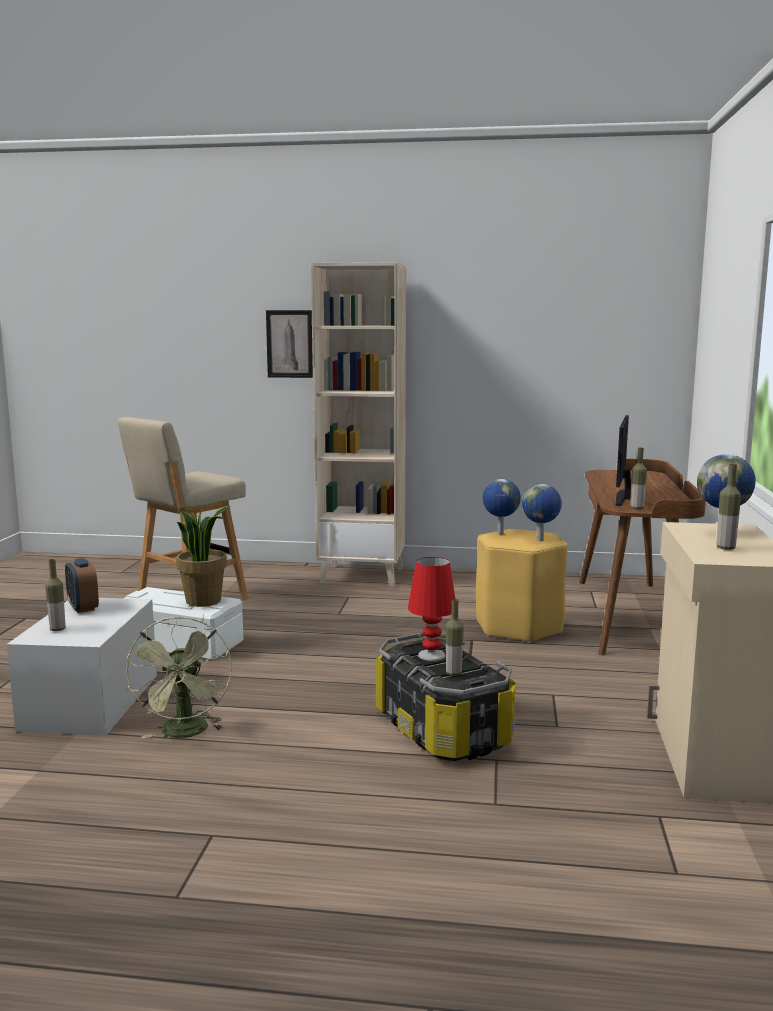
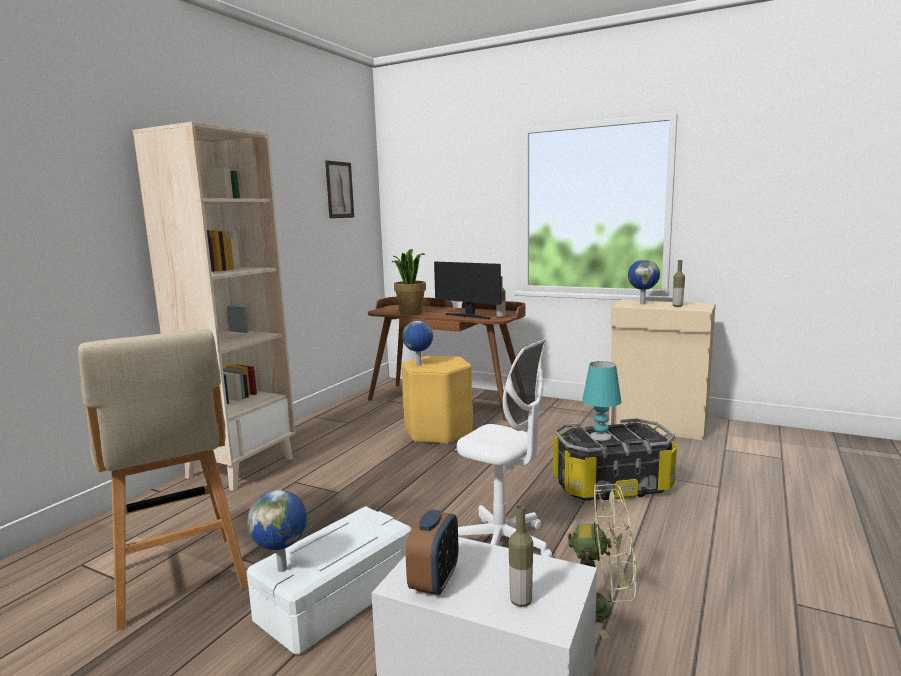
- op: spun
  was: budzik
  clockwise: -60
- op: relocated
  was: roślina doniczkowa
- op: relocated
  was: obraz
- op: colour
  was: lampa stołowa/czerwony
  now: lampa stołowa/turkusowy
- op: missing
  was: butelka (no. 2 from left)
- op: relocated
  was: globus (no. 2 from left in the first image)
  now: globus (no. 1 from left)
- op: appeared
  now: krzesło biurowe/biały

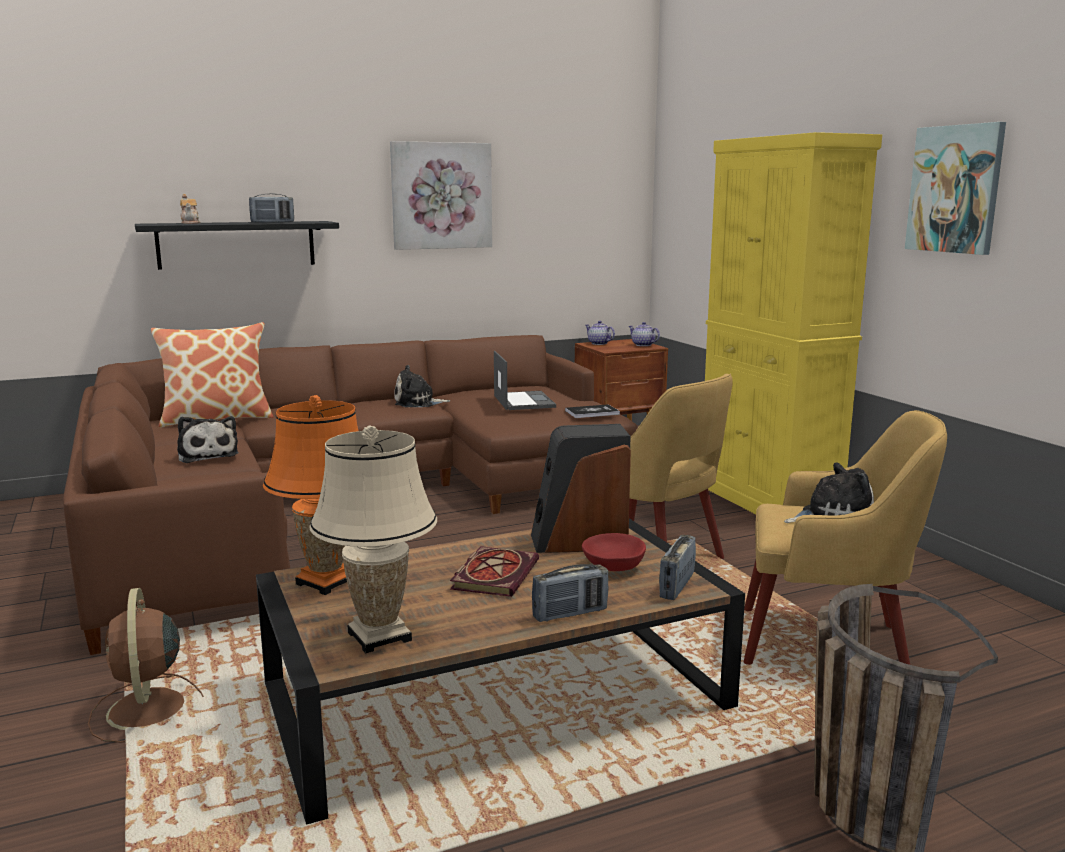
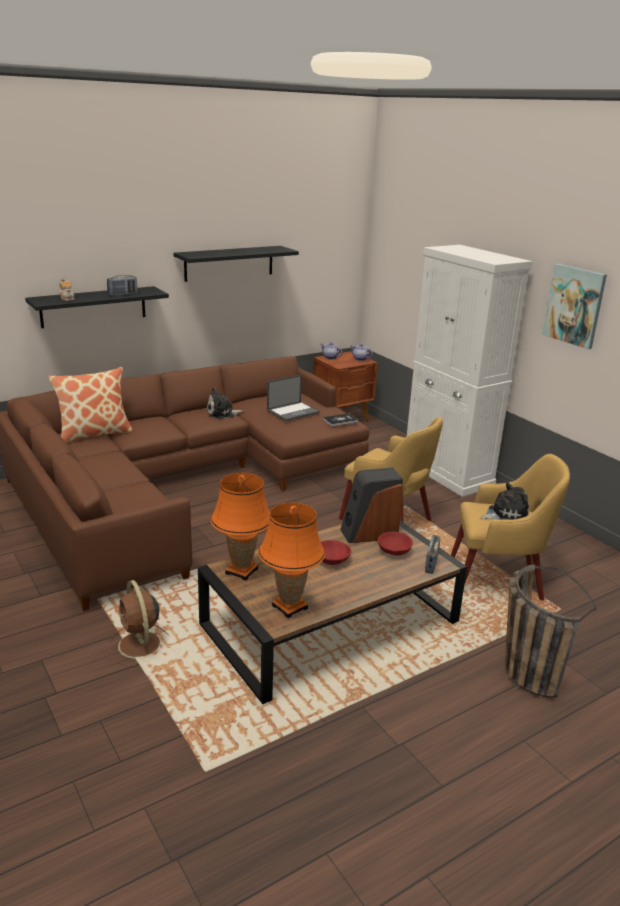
- op: missing
  was: pluszak (no. 1 from left)
- op: colour
  was: lampa stołowa/beżowy
  now: lampa stołowa/pomarańczowy (no. 2 from left)
- op: exchanged
  was: obraz (no. 1 from left)
  now: półka/czarny (no. 2 from left)
- op: exchanged
  was: książka (no. 1 from left)
  now: miska/czerwony (no. 1 from left)
- op: spun
  was: laptop
  clockwise: 75
- op: missing
  was: radio (no. 2 from left)
- op: colour
  was: szafka/żółty
  now: szafka/biały

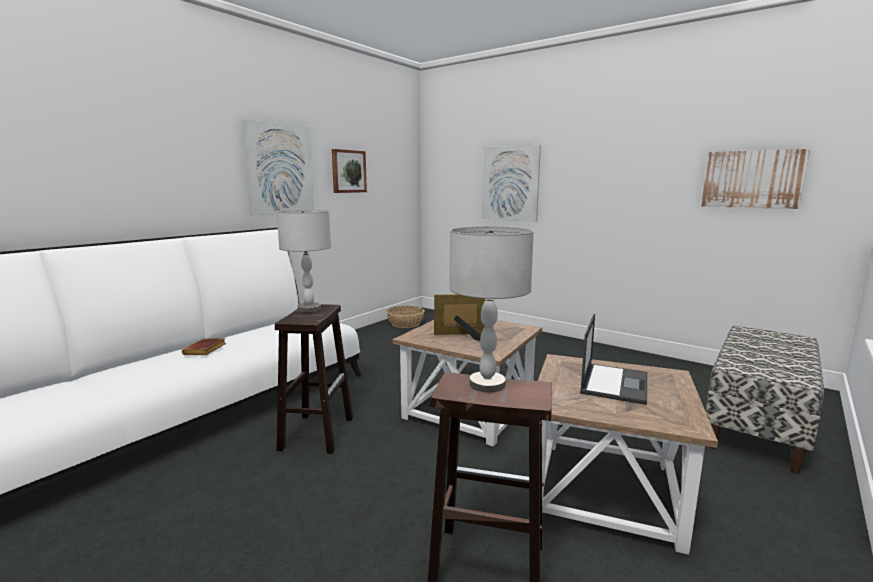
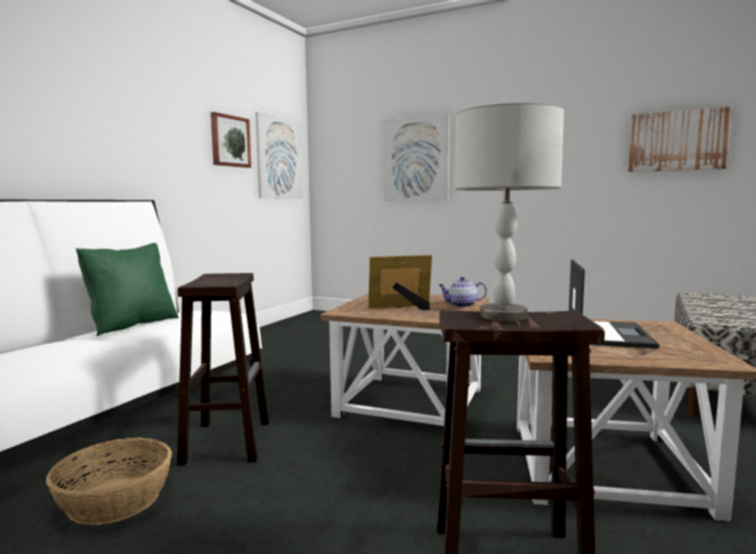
- op: missing
  was: książka/brązowy
- op: relocated
  was: obraz (no. 1 from left in the first image)
  now: obraz (no. 2 from left)
- op: missing
  was: lampa stołowa/szary (no. 1 from left)
- op: relocated
  was: koszyk
- op: appeared
  now: poduszka/zielony
- op: appeared
  now: imbryk

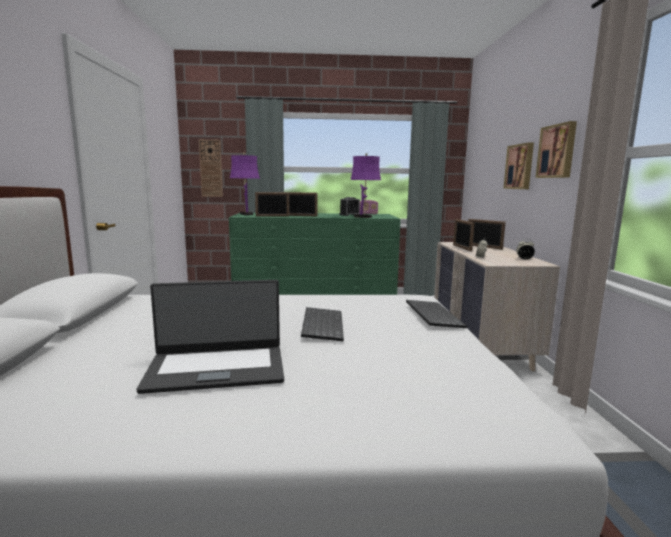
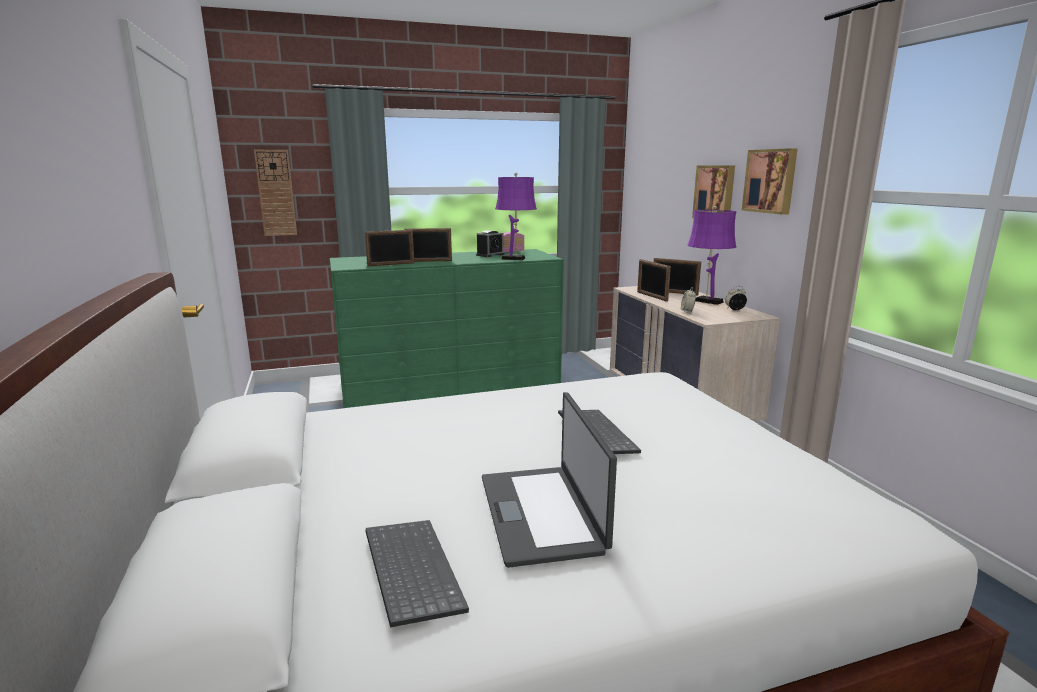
- op: spun
  was: laptop
  clockwise: 105
- op: relocated
  was: lampa stołowa/fioletowy (no. 1 from left in the first image)
  now: lampa stołowa/fioletowy (no. 2 from left)
- op: relocated
  was: klawiatura (no. 2 from left in the first image)
  now: klawiatura (no. 1 from left)

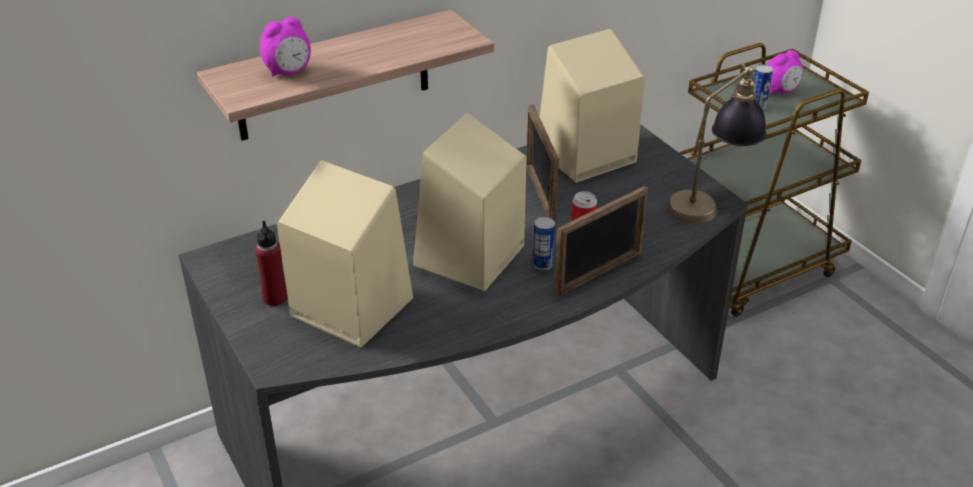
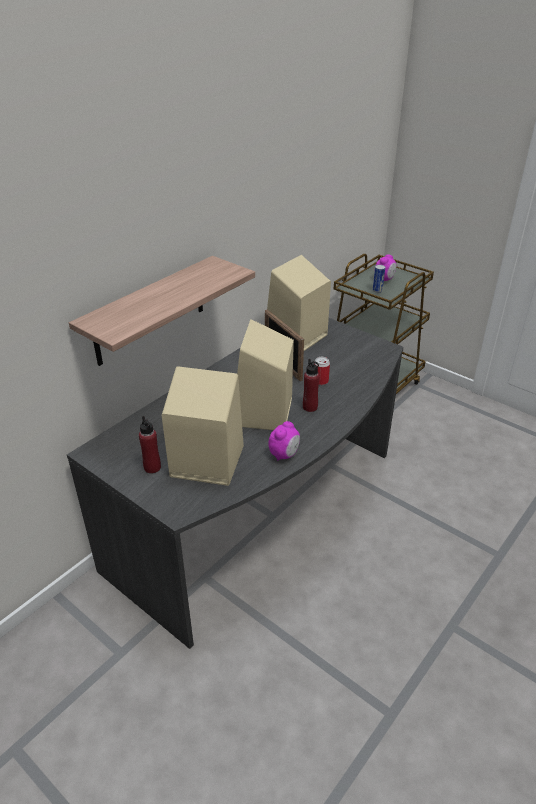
- op: relocated
  was: budzik (no. 1 from left)
- op: exchanged
  was: puszka (no. 1 from left)
  now: butelka/czerwony (no. 2 from left)
- op: missing
  was: ramka na zdjęcie (no. 2 from left)
- op: missing
  was: lampa stołowa

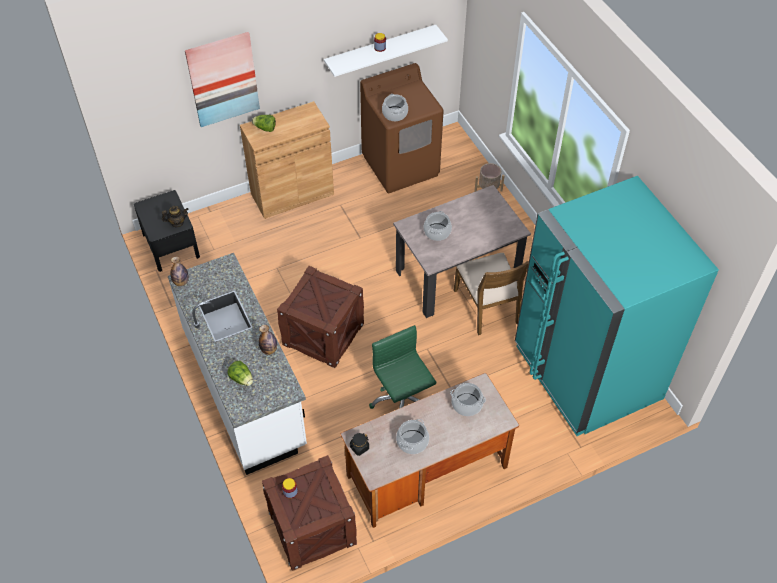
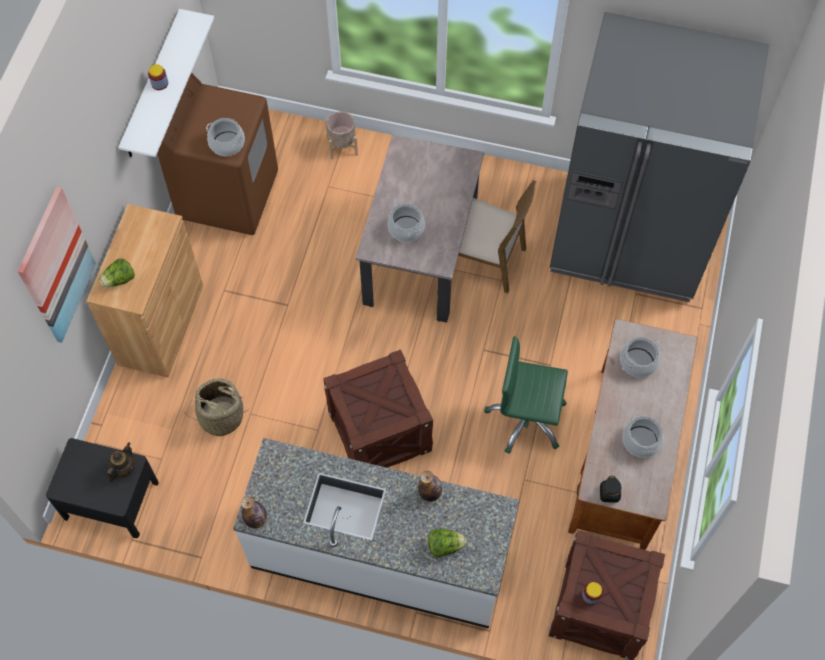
- op: colour
  was: lodówka/turkusowy
  now: lodówka/szary
- op: appeared
  now: koszyk

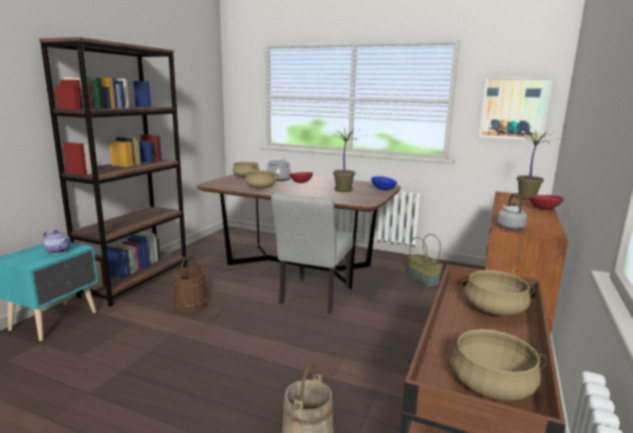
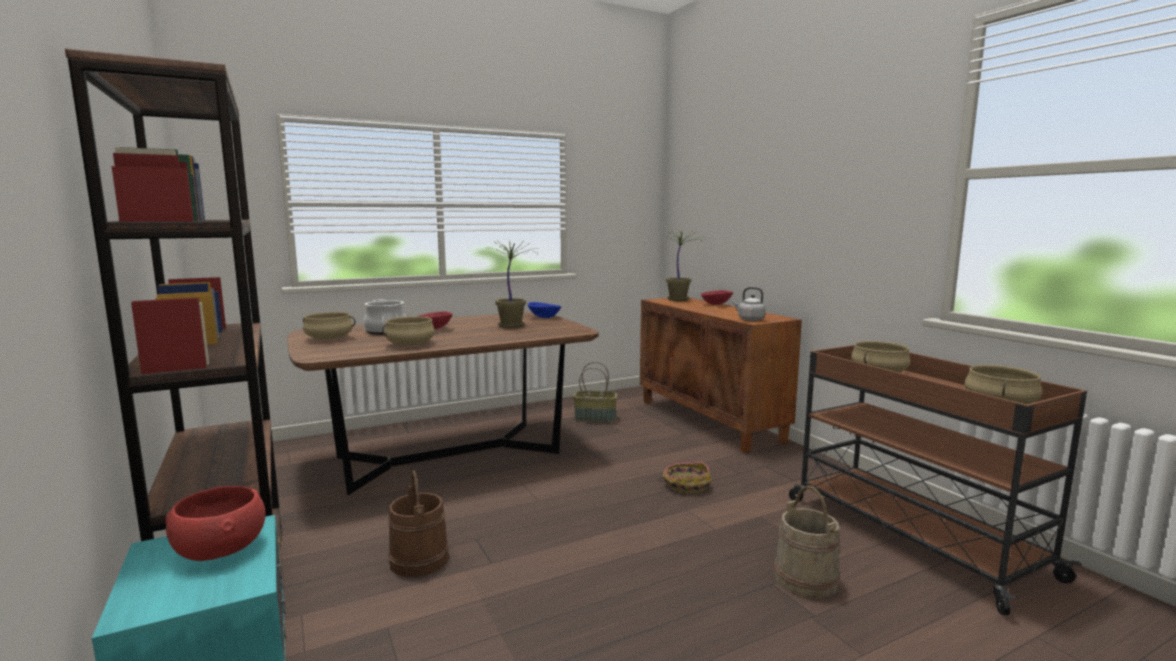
- op: exchanged
  was: imbryk
  now: miska/czerwony (no. 1 from left)
- op: missing
  was: krzesło/szary
- op: missing
  was: obraz
- op: appeared
  now: koszyk (no. 2 from left)

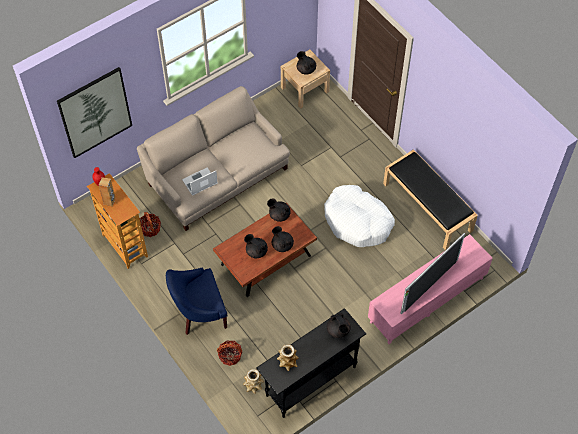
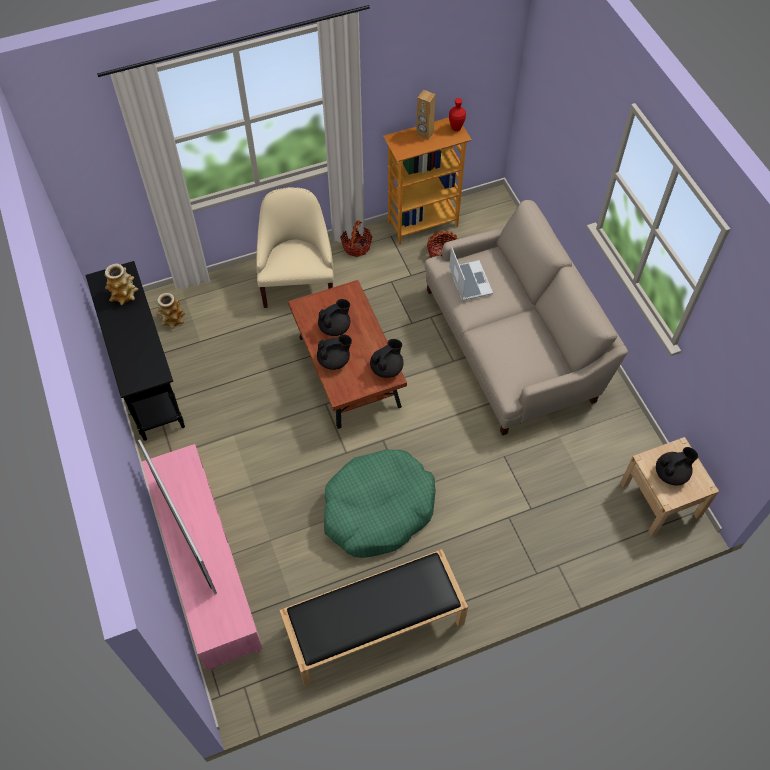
- op: missing
  was: obraz
- op: colour
  was: fotel/niebieski
  now: fotel/beżowy
- op: relocated
  was: koszyk (no. 2 from left in the first image)
  now: koszyk (no. 1 from left)
- op: colour
  was: legowisko/biały
  now: legowisko/zielony
- op: missing
  was: imbryk/czarny (no. 5 from left)

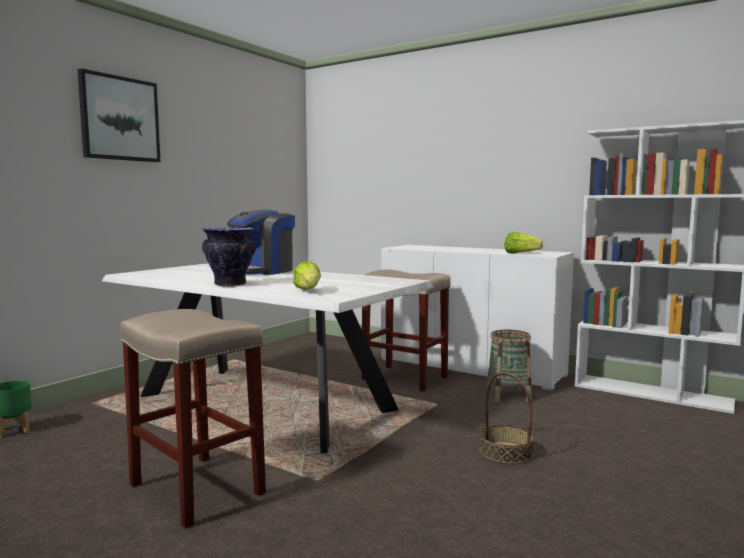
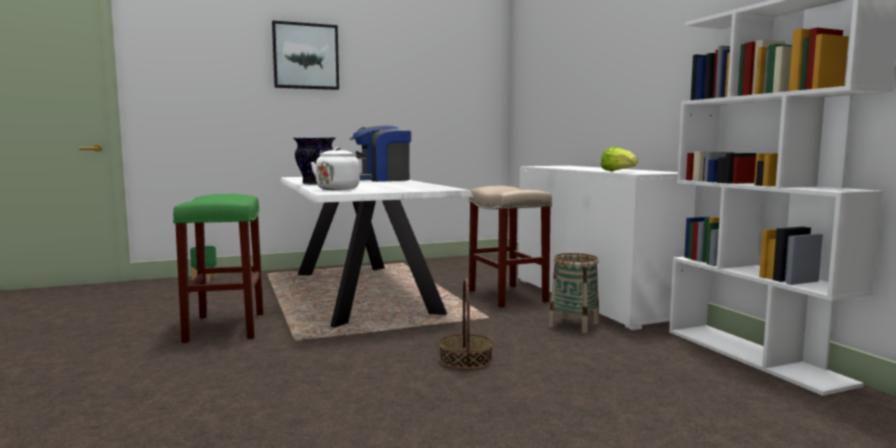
- op: colour
  was: stołek/beżowy (no. 1 from left)
  now: stołek/zielony
- op: exchanged
  was: sałata (no. 1 from left)
  now: czajnik/biały

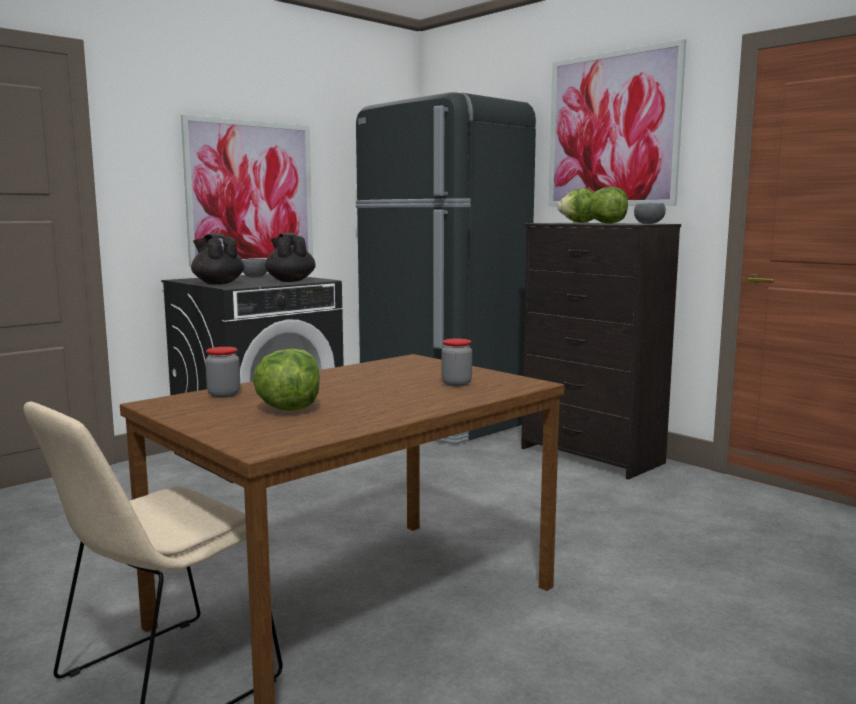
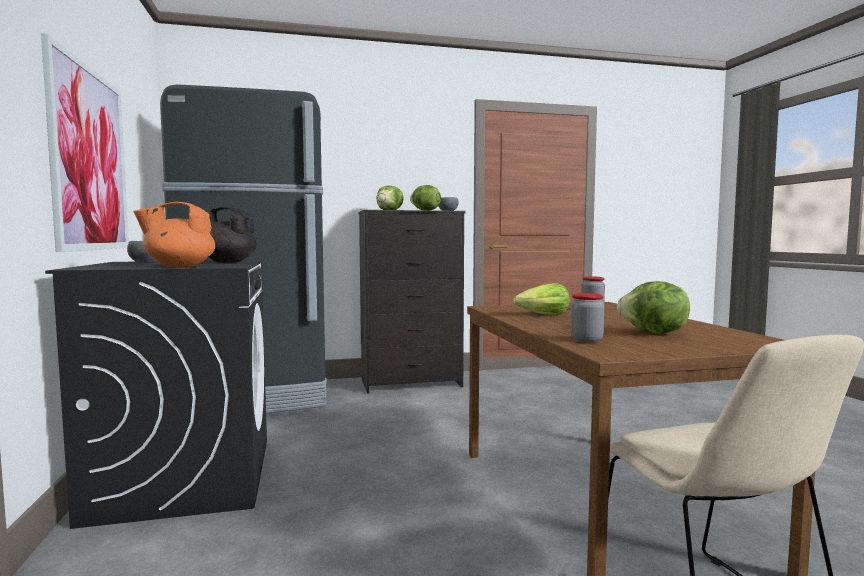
- op: colour
  was: imbryk/czarny (no. 1 from left)
  now: imbryk/pomarańczowy
- op: missing
  was: obraz (no. 2 from left)
- op: appeared
  now: sałata (no. 3 from left)

